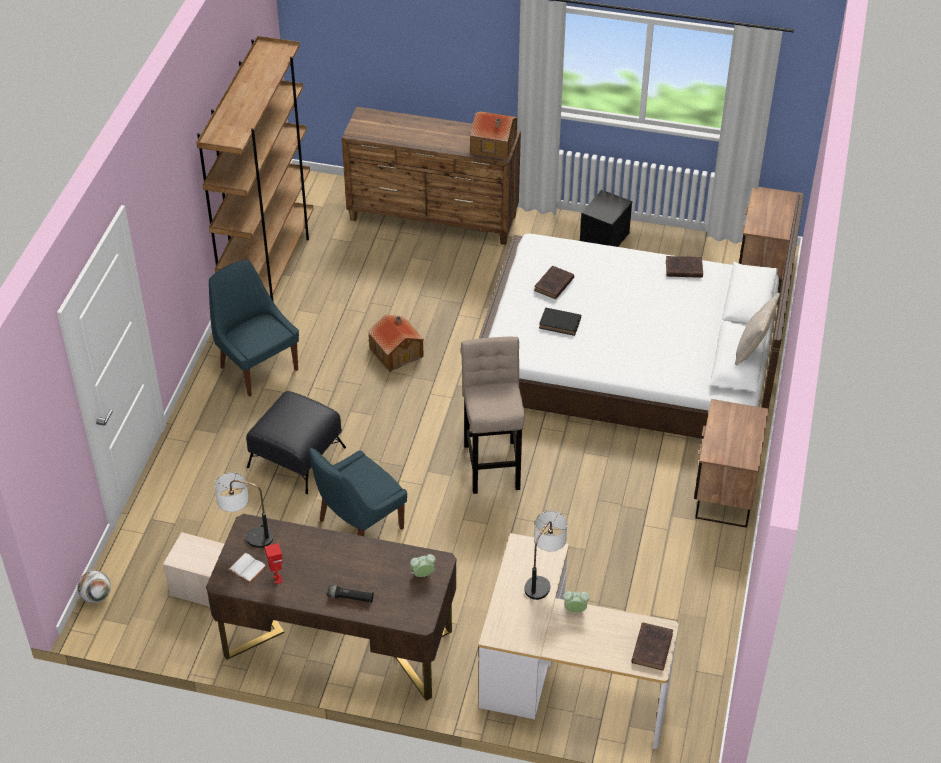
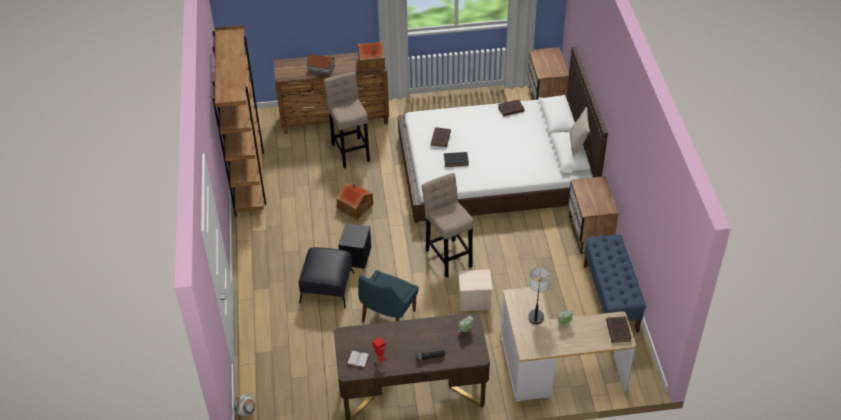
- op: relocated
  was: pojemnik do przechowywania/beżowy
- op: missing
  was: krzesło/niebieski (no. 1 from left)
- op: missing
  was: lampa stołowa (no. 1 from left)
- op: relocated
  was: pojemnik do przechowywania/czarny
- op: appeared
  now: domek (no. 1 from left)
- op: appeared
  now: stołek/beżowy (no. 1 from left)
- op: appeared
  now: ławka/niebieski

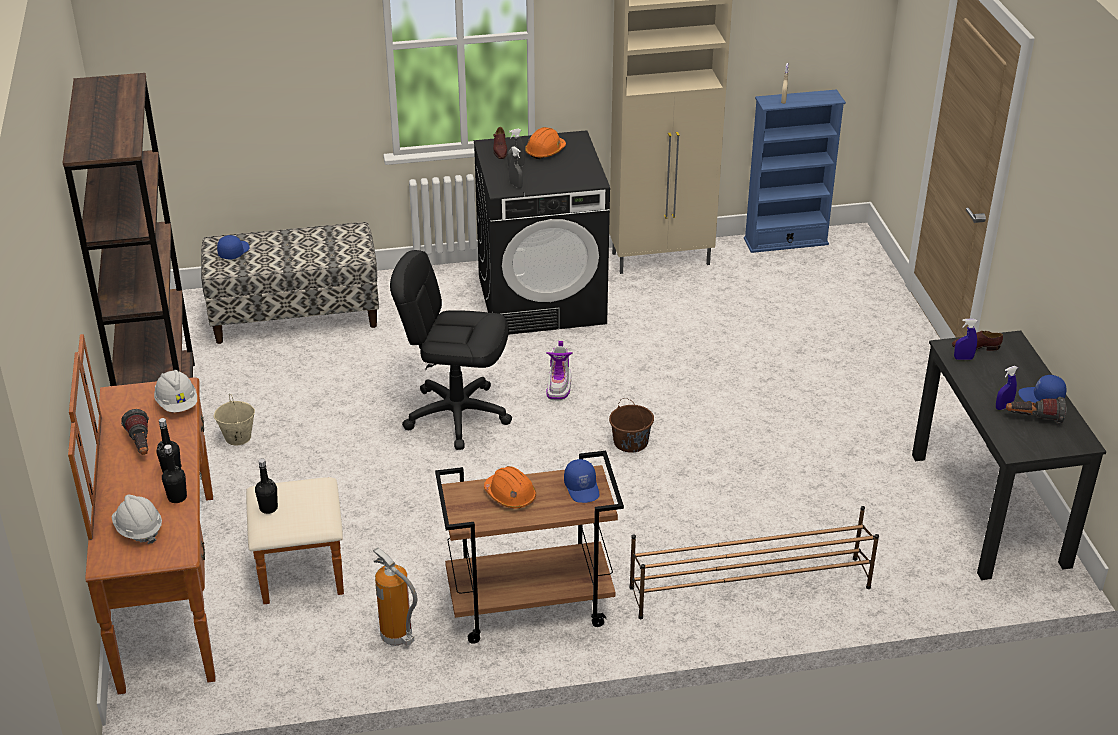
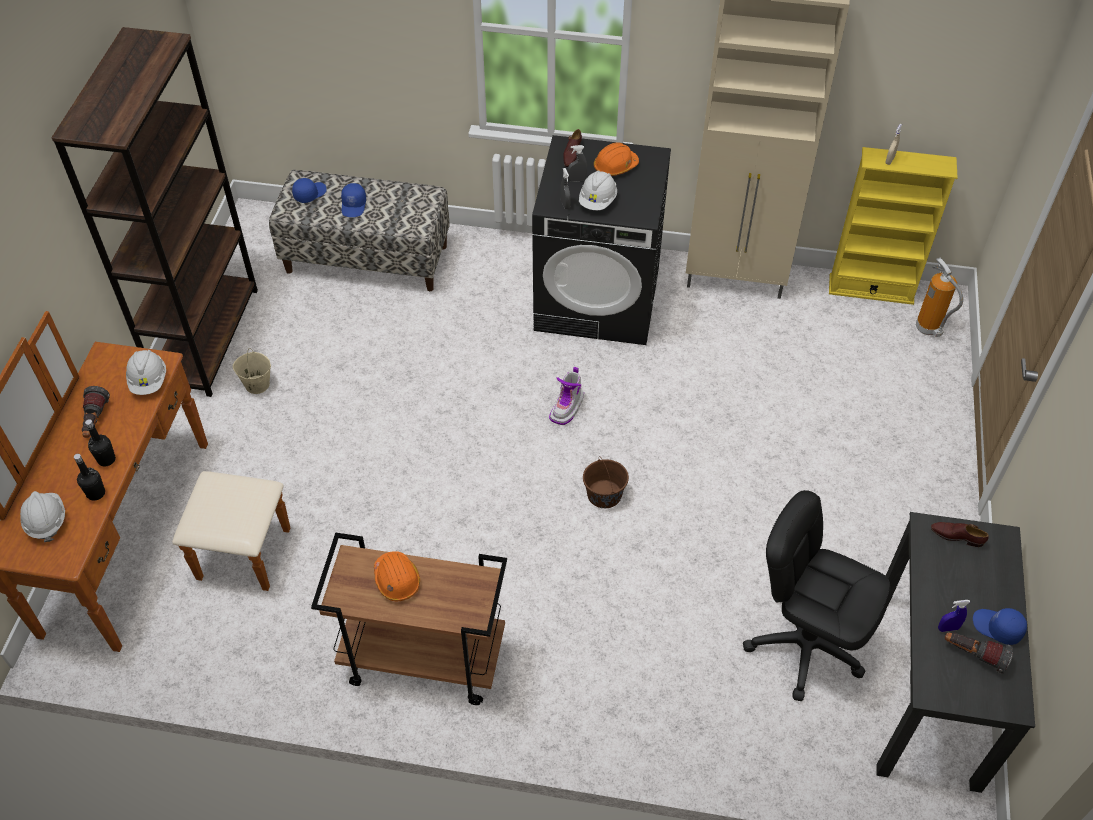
- op: missing
  was: butelka/czarny (no. 3 from left)
- op: relocated
  was: gaśnica
- op: relocated
  was: krzesło biurowe/czarny
- op: relocated
  was: czapka z daszkiem/niebieski (no. 2 from left)
- op: missing
  was: regał na buty/brązowy
- op: colour
  was: regał/niebieski
  now: regał/żółty
- op: missing
  was: spryskiwacz/niebieski (no. 1 from left)
- op: appeared
  now: kask/biały (no. 3 from left)

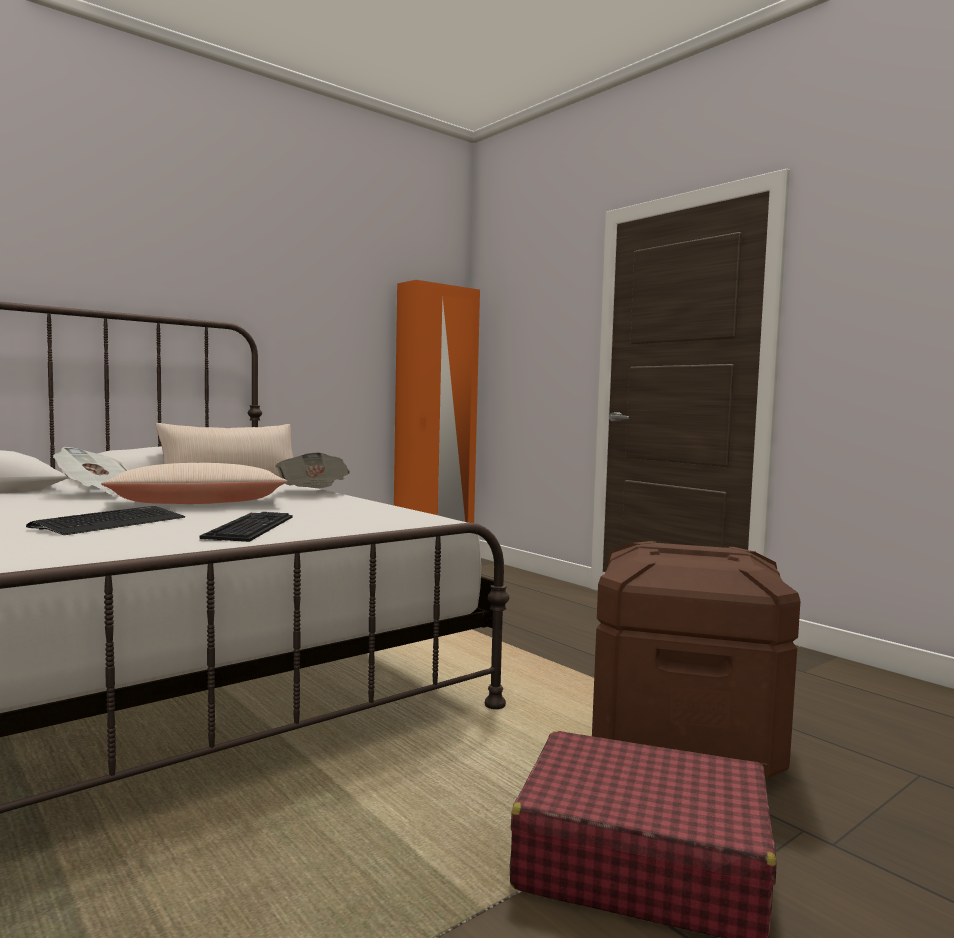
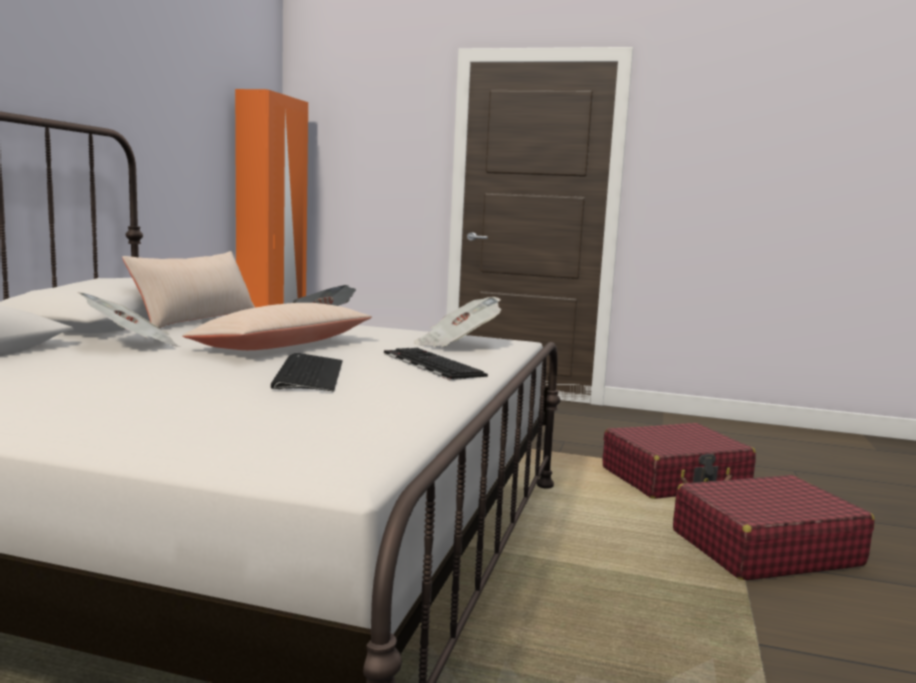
- op: exchanged
  was: pojemnik do przechowywania/brązowy
  now: walizka/czerwony (no. 1 from left)
- op: appeared
  now: gazeta (no. 3 from left)

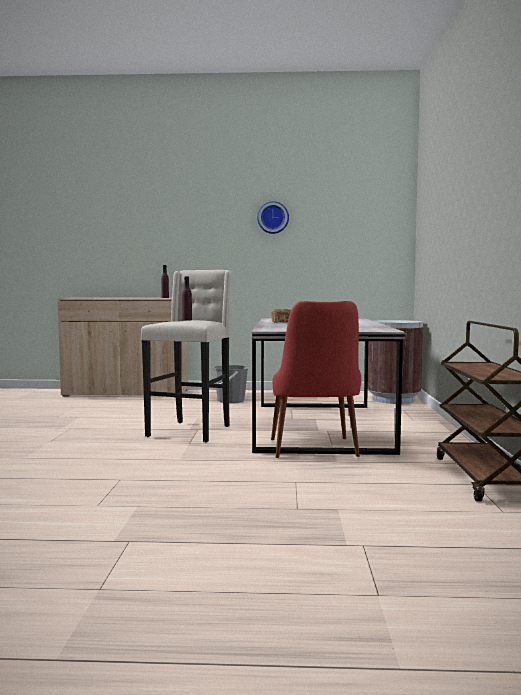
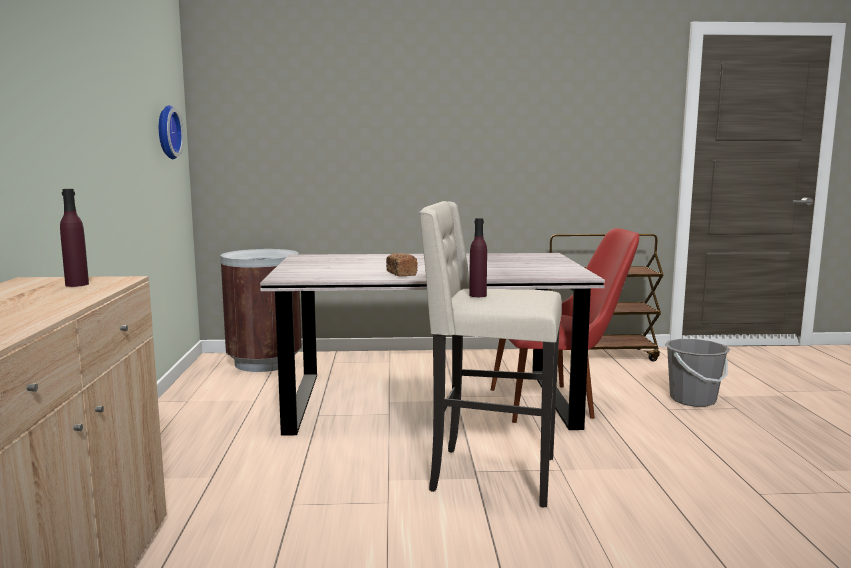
- op: relocated
  was: wiadro/szary
- op: relocated
  was: zegar ścienny

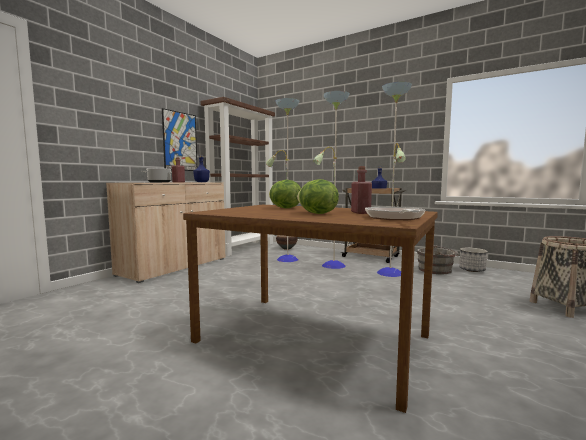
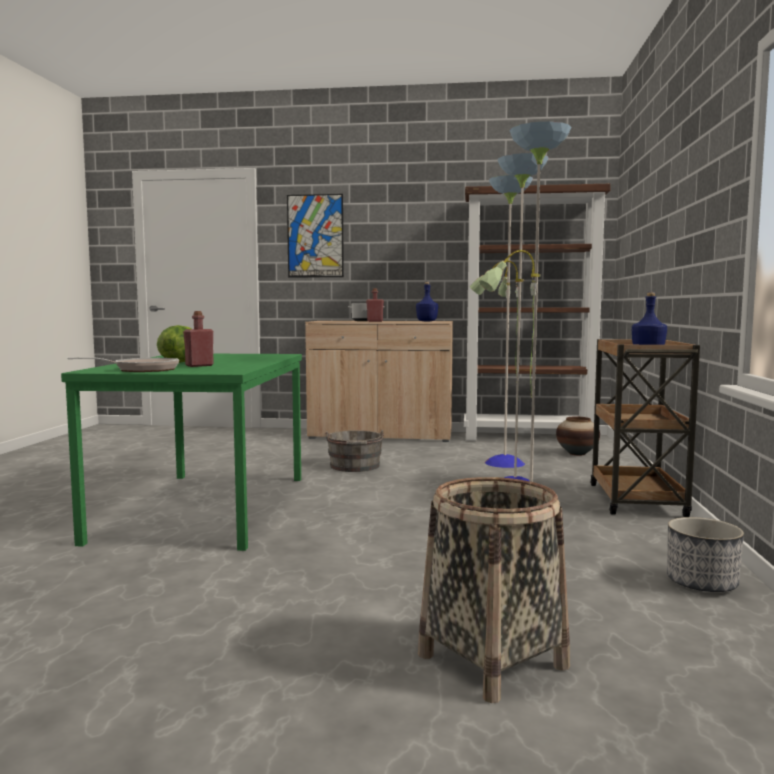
- op: relocated
  was: obraz
- op: colour
  was: stół jadalny/brązowy
  now: stół jadalny/zielony
- op: missing
  was: sałata (no. 1 from left)
- op: relocated
  was: wiadro/szary

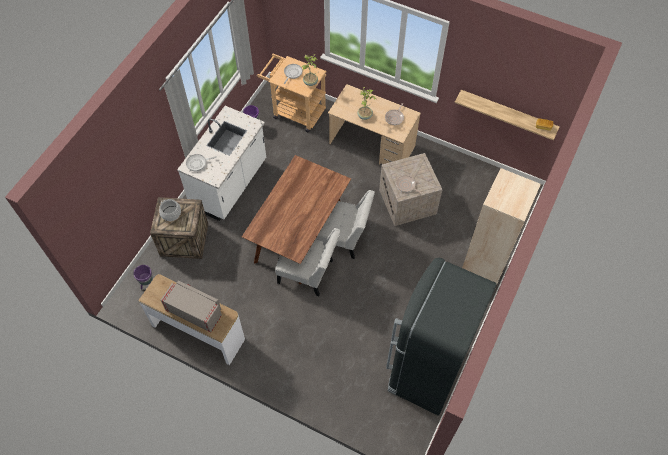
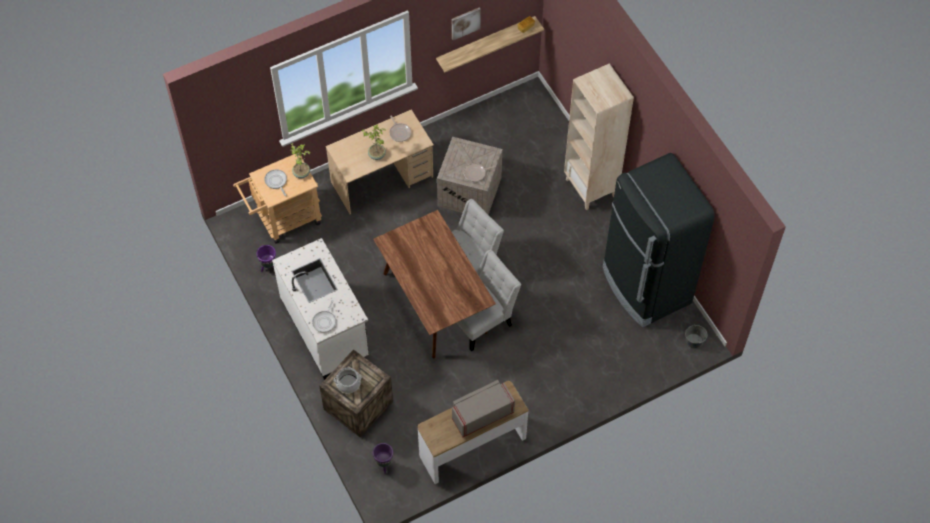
- op: appeared
  now: obraz
- op: appeared
  now: wiadro/szary

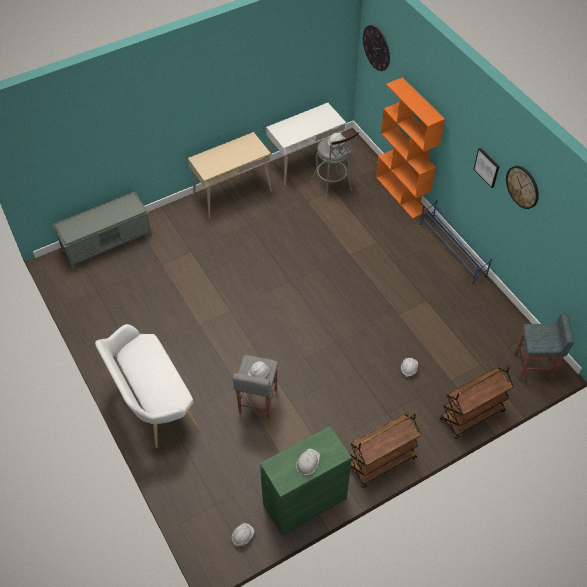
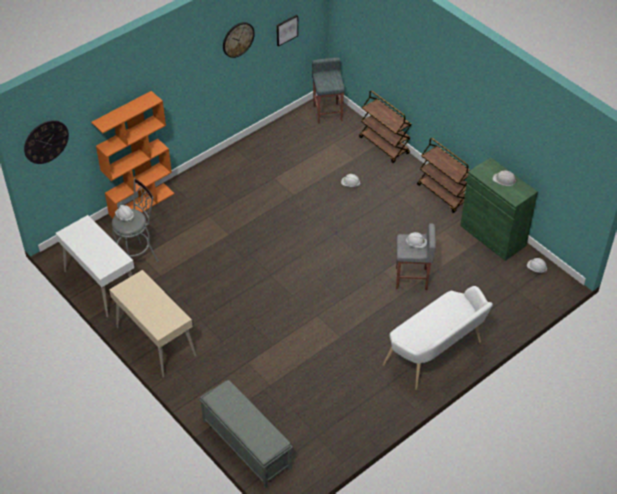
- op: missing
  was: regał na buty/niebieski
- op: relocated
  was: obraz

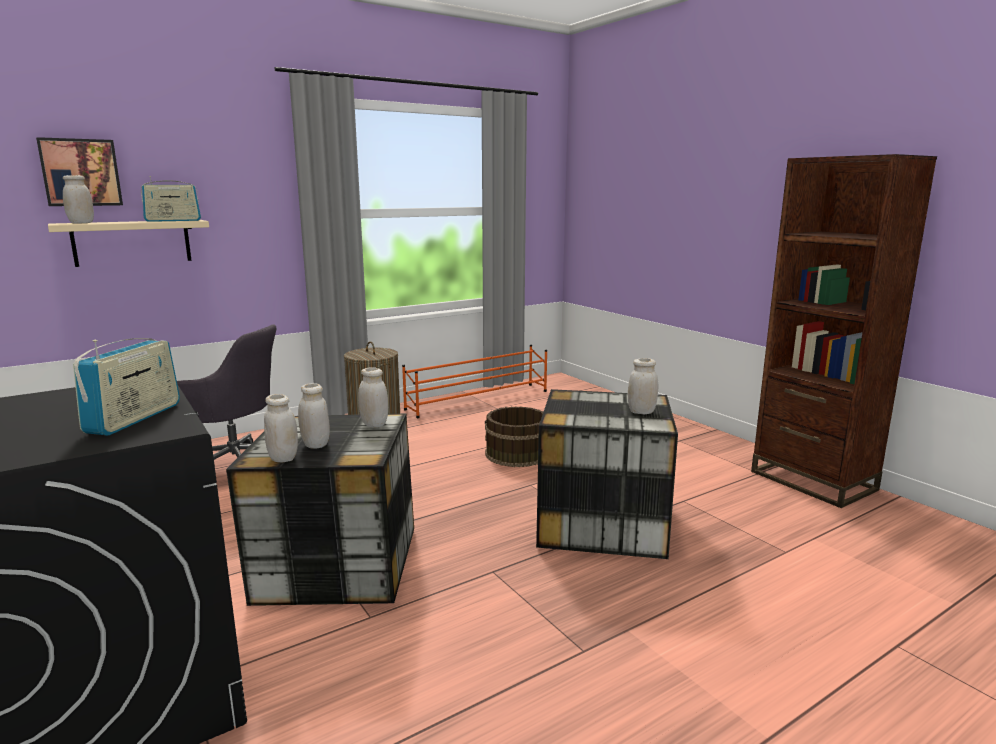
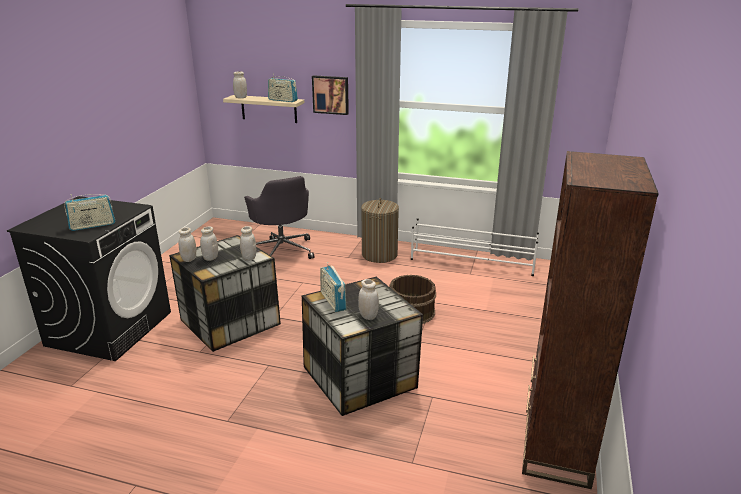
- op: relocated
  was: obraz
- op: colour
  was: regał na buty/pomarańczowy
  now: regał na buty/biały
- op: appeared
  now: radio (no. 3 from left)

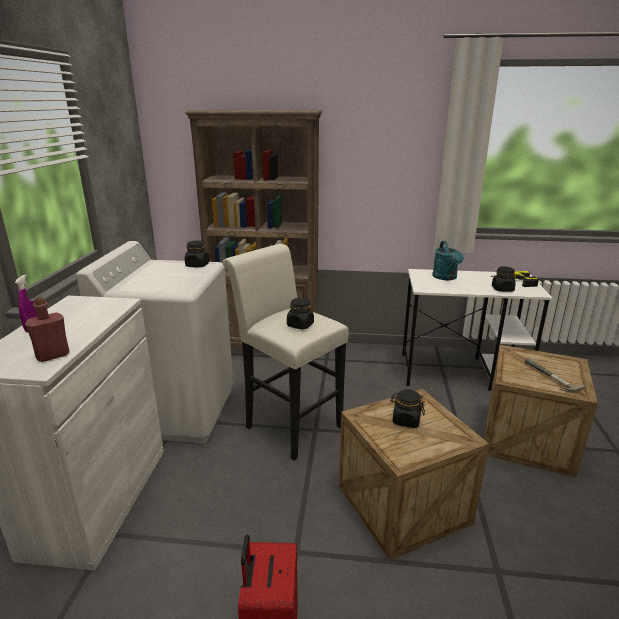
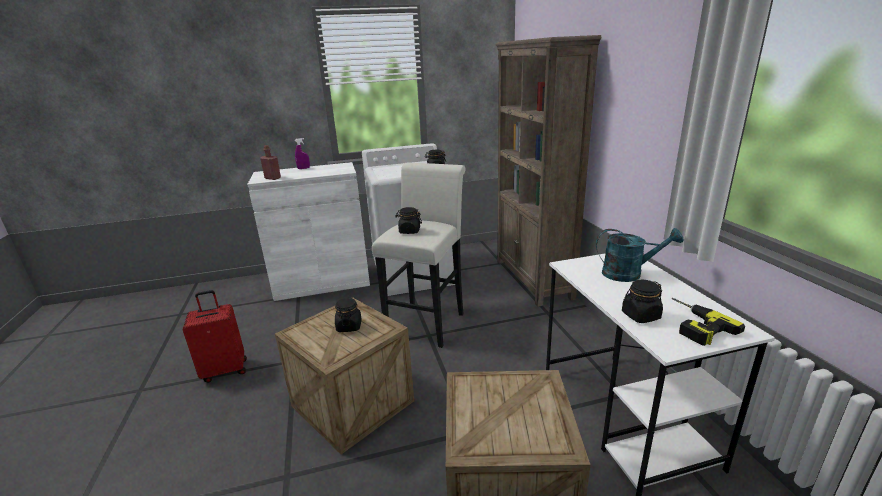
- op: spun
  was: konewka/turkusowy
  clockwise: -150
- op: missing
  was: młotek

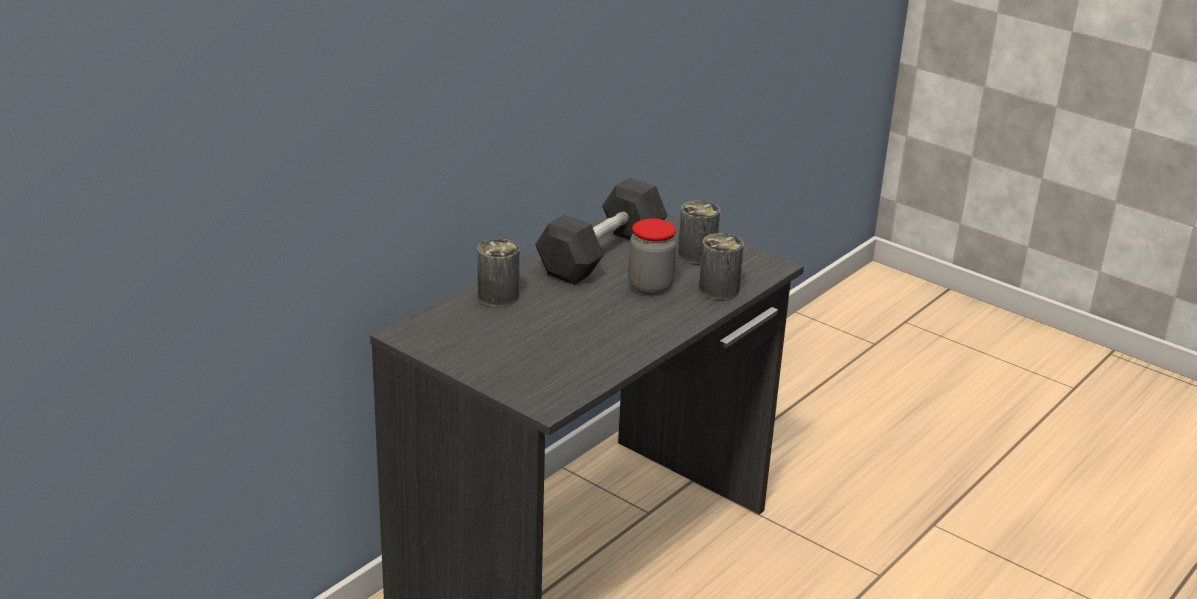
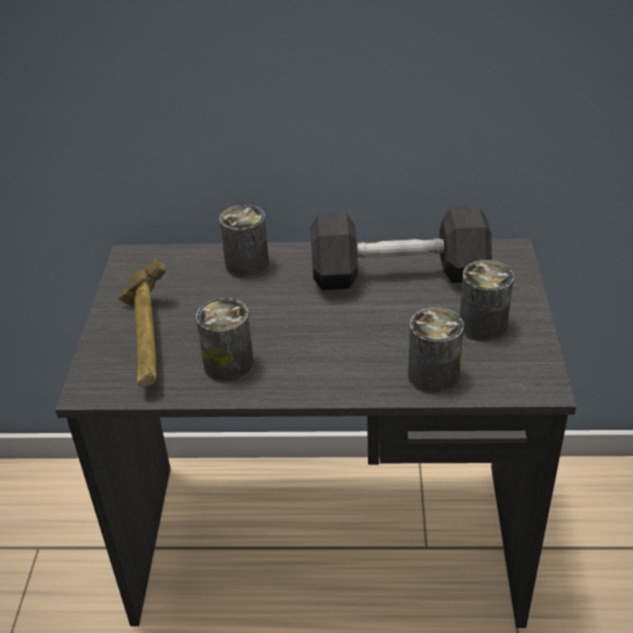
- op: missing
  was: słoik
- op: appeared
  now: młotek
- op: appeared
  now: puszka (no. 1 from left)

